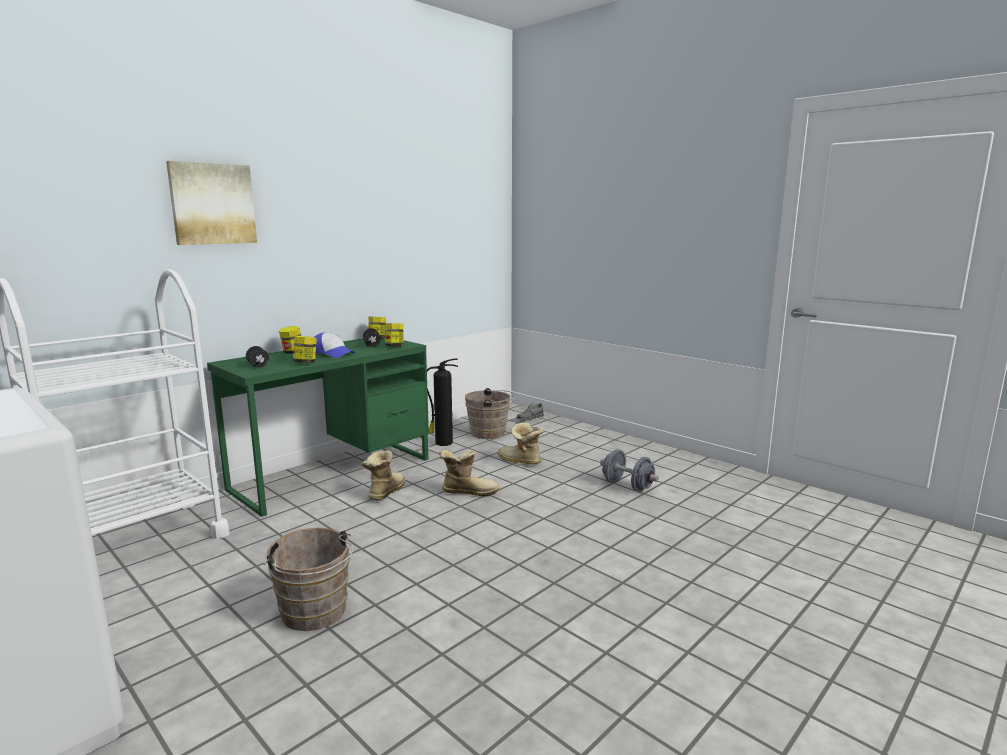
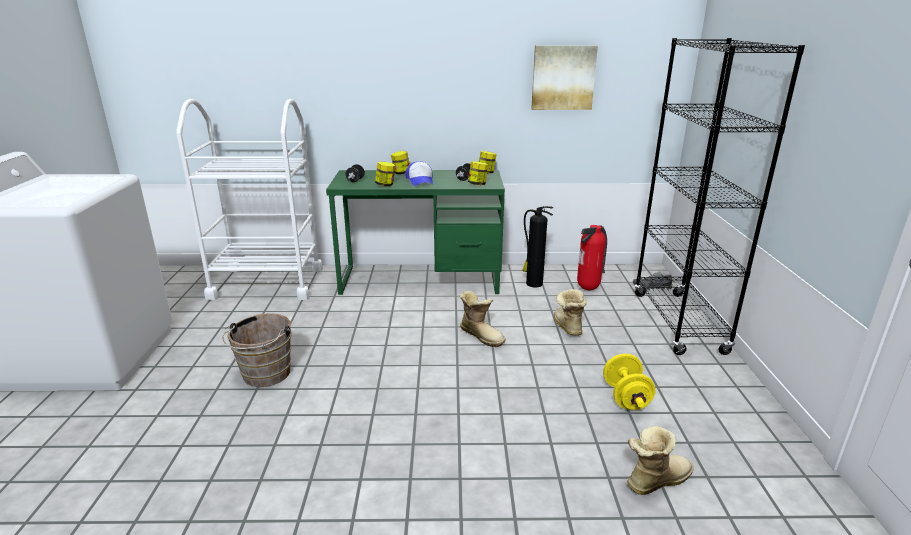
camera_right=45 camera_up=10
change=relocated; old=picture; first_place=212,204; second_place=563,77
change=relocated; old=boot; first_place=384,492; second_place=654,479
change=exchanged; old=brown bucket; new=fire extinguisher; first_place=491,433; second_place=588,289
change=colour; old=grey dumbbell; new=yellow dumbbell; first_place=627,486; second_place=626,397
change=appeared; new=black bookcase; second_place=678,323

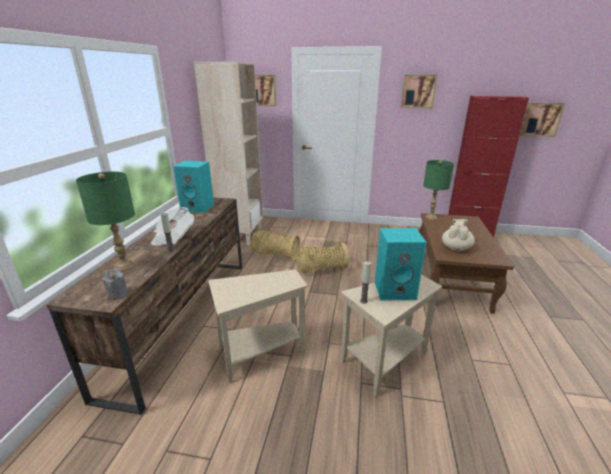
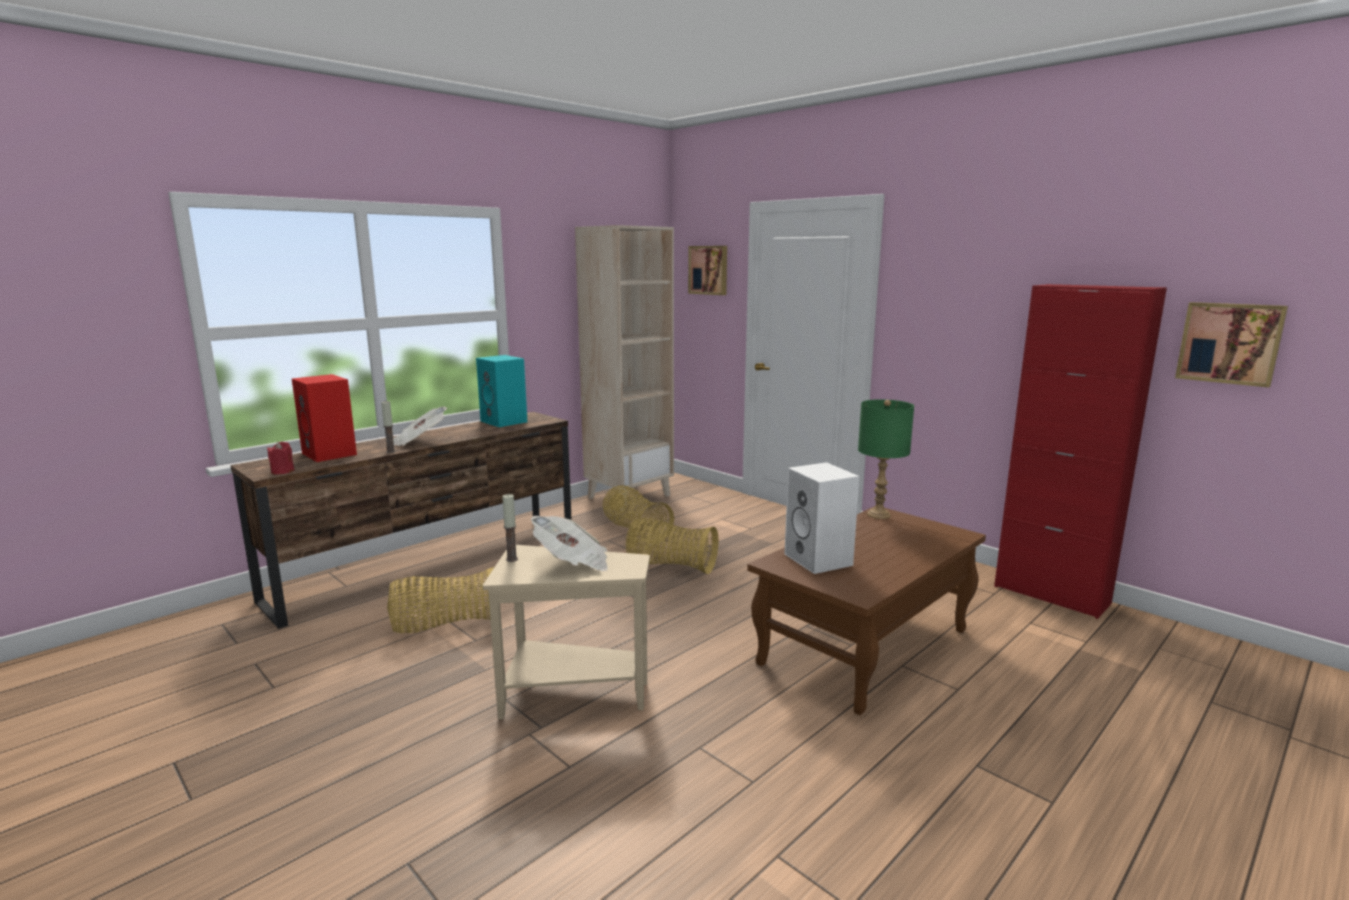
camera_right=35 camera_up=-10
change=exchanged; old=green table lamp; new=red speaker; first_place=124,266; second_place=331,454
change=colour; old=grey candle; new=red candle; first_place=118,294; second_place=282,471
change=exchanged; old=beige side table; new=basket; first_place=258,355; second_place=445,625
change=exchanged; old=turquoise speaker; new=newspaper; first_place=395,290; second_place=573,562
change=missing; old=picture; first_place=418,91
change=exchanged; old=beige teapot; new=white speaker; first_place=456,248; second_place=820,560

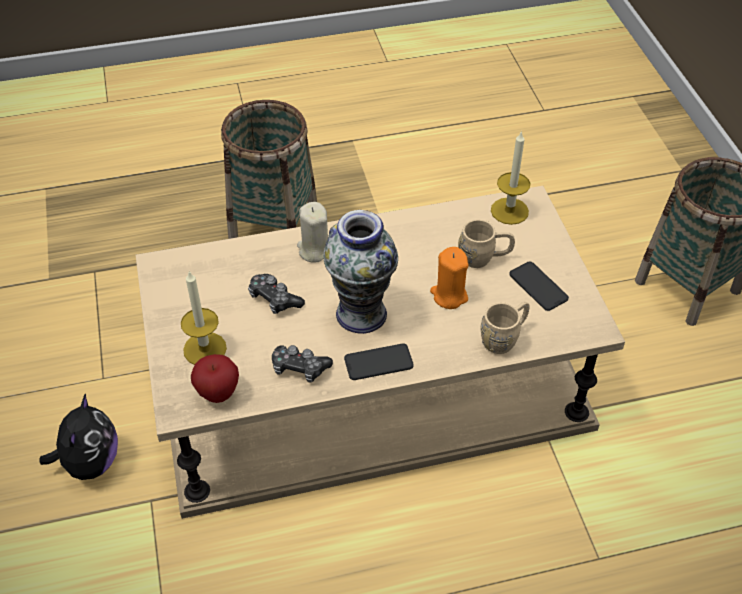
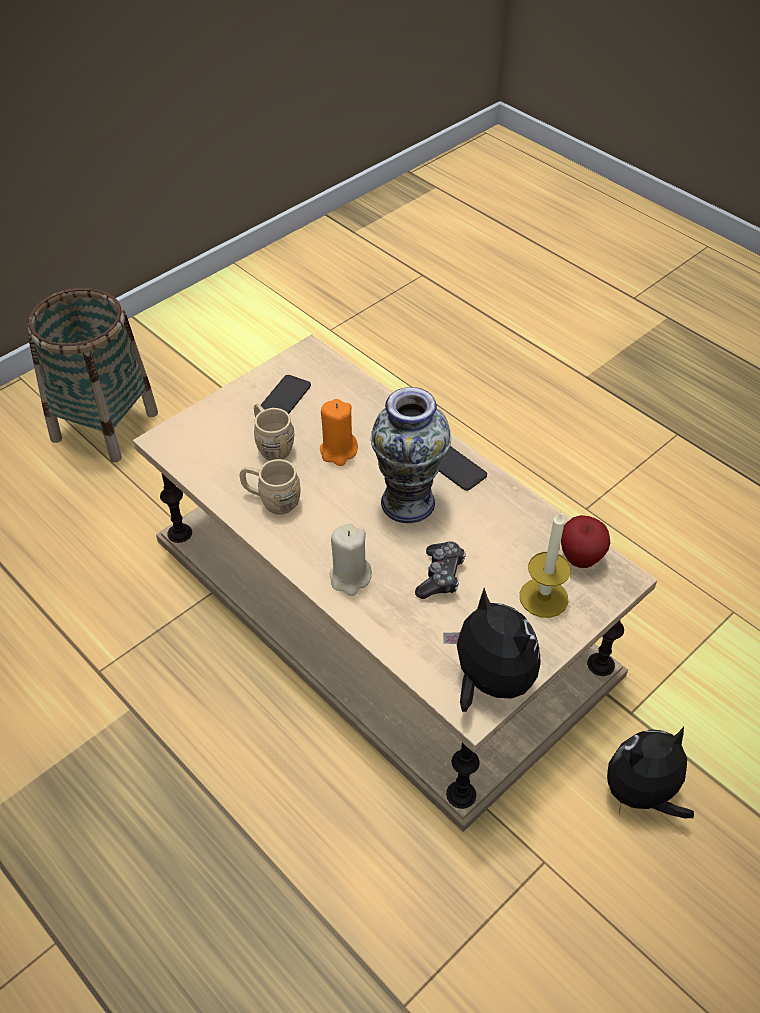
camera_right=-120 camera_up=0
change=missing; old=basket; first_place=273,226
change=missing; old=game controller; first_place=299,368
change=relocated; old=beige mug; first_place=504,338; second_place=271,500
change=missing; old=candle; first_place=509,211
change=appeared; new=plush toy; second_place=489,681

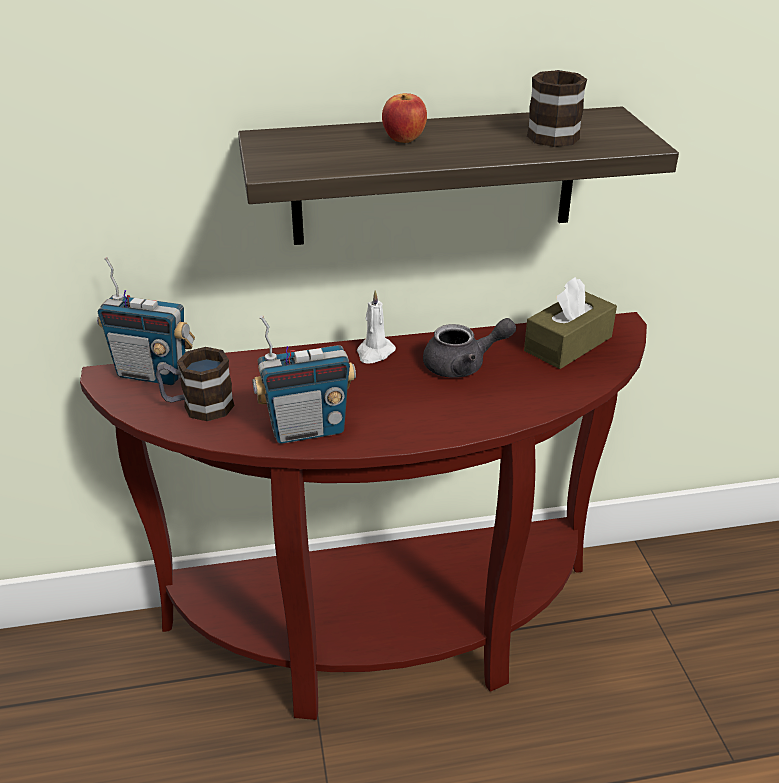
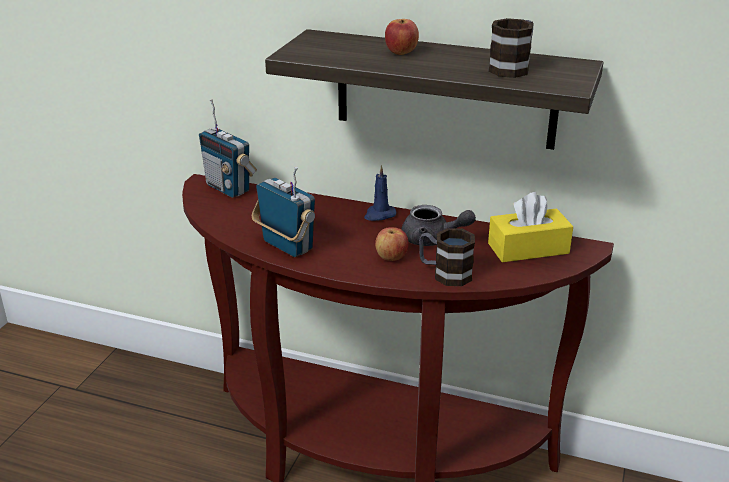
camera_right=30 camera_up=-5
change=relocated; old=mug; first_place=198,406; second_place=445,273
change=spun; old=radio; first_place=307,429; second_place=286,246; degrees=-150
change=colour; old=white candle; new=blue candle; first_place=374,353; second_place=379,215
change=colour; old=brown tissue box; new=yellow tissue box; first_place=568,344; second_place=528,248
change=appeared; new=apple; second_place=391,257

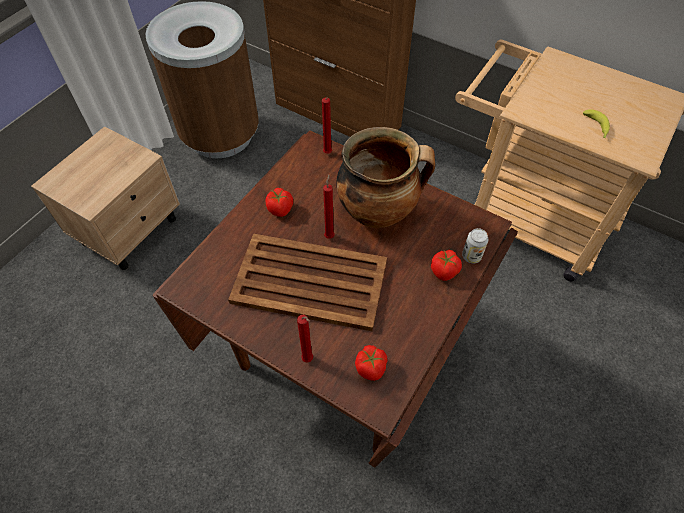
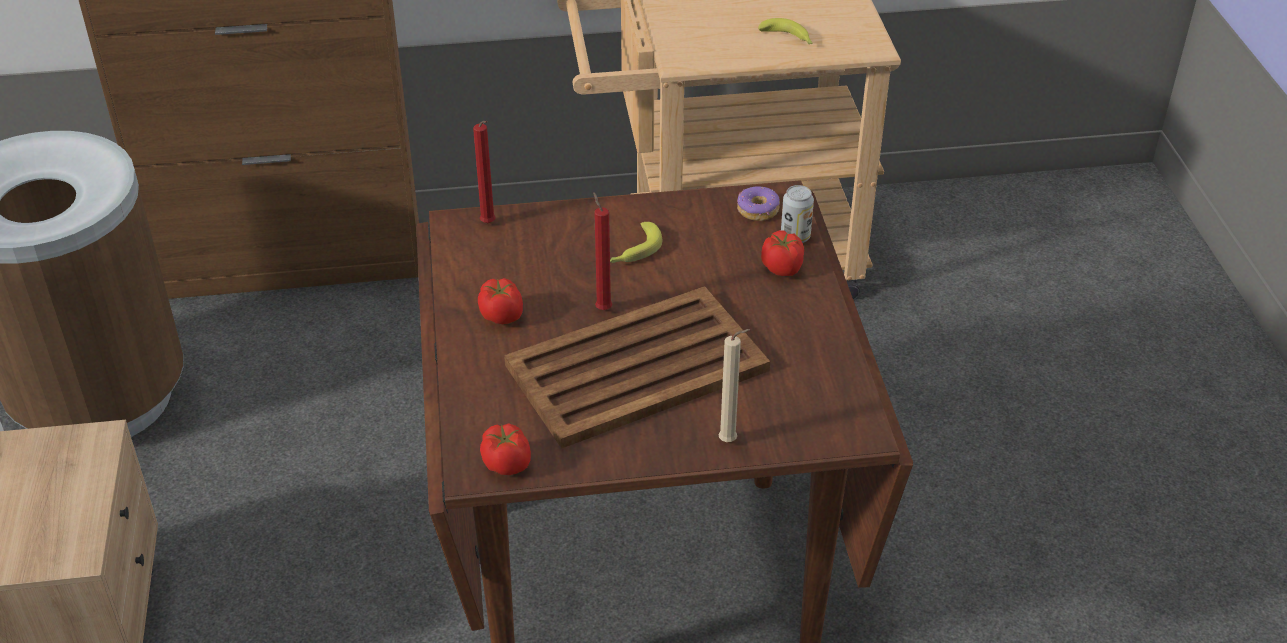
camera_right=-40 camera_up=-15
change=colour; old=red candle; new=beige candle; first_place=308,360; second_place=730,441
change=exchanged; old=cooking pot; new=banana; first_place=379,212; second_place=634,251
change=relocated; old=tomato; first_place=371,368; second_place=507,464
change=appeared; new=donut; second_place=758,210

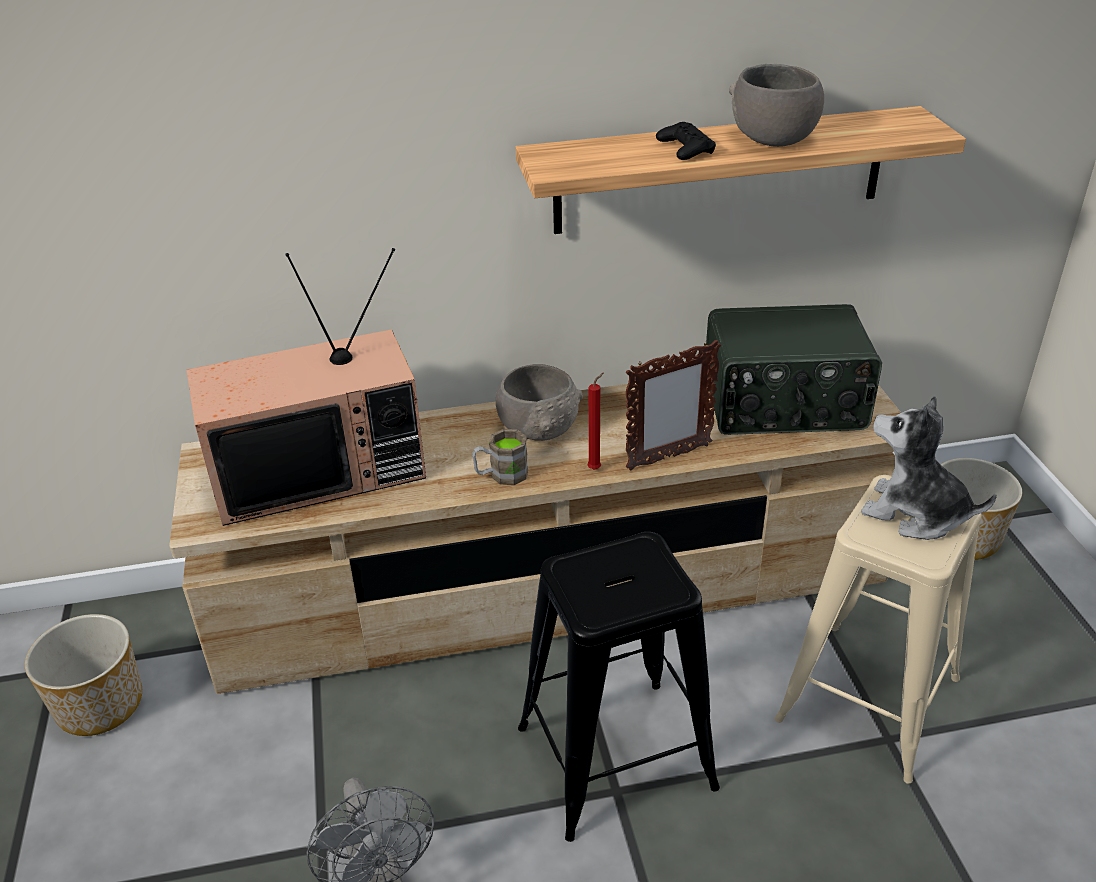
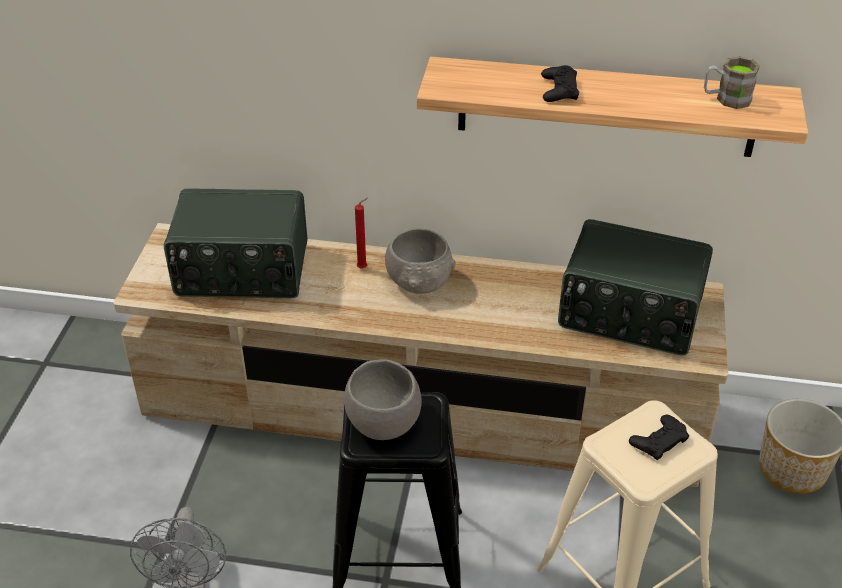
camera_right=20 camera_up=5
change=missing; old=planter; first_place=101,705
change=exchanged; old=television; new=radio; first_place=320,470; second_place=242,271
change=relocated; old=brown mug; first_place=501,475; second_place=726,99
change=relocated; old=red candle; first_place=596,468; second_place=363,268
change=missing; old=picture frame; first_place=668,457
change=relocated; old=grey bowl; first_place=772,138; second_place=382,421
change=exchanged; old=plush toy; new=black game controller; first_place=914,513; second_place=659,441

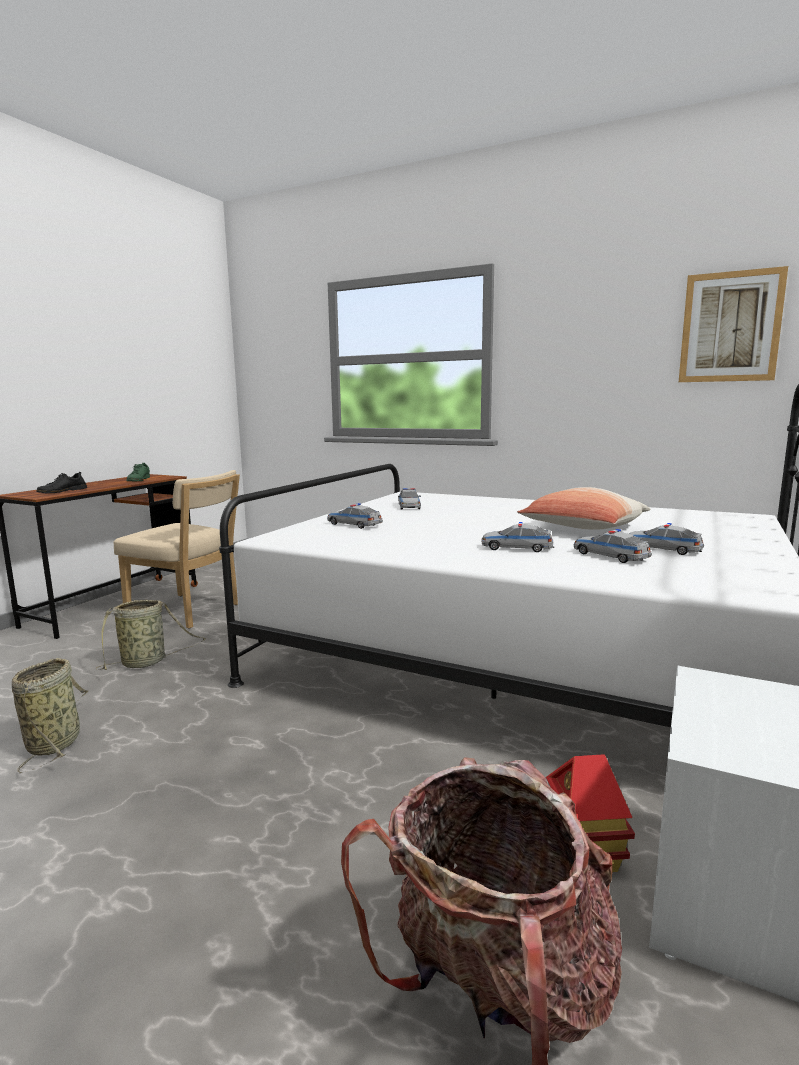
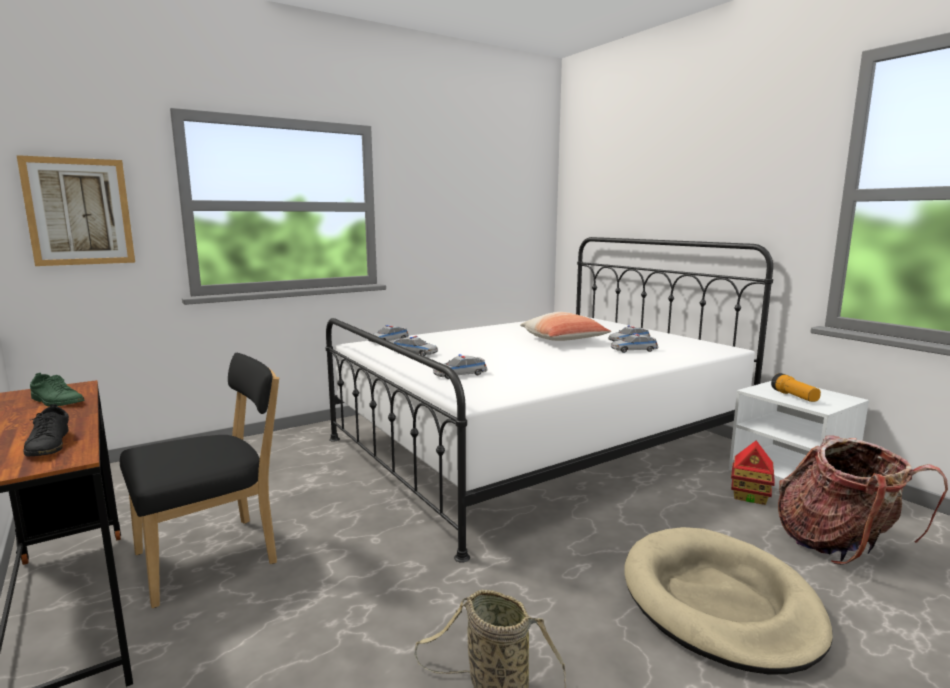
camera_right=-60 camera_up=0
change=missing; old=basket; first_place=147,662
change=colour; old=beige chair; new=black chair; first_place=188,612; second_place=214,556
change=relocated; old=toy car; first_place=517,548; second_place=388,341
change=relocated; old=picture; first_place=730,327; second_place=79,212
change=appeared; new=beige dog bed; second_place=719,602
change=appeared; new=flashlight; second_place=794,397

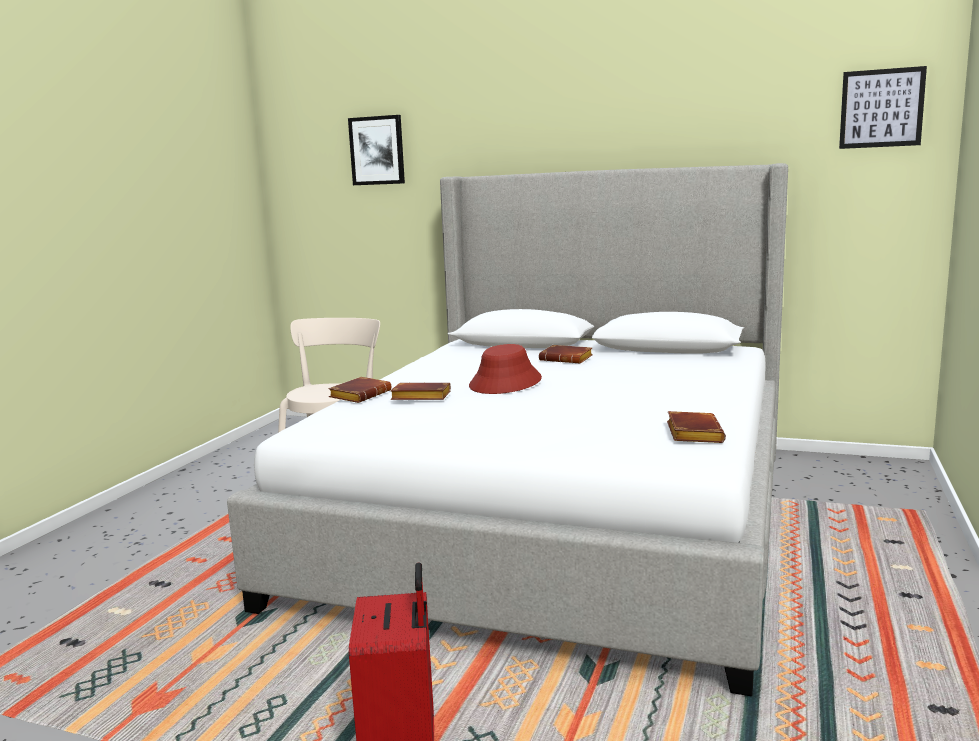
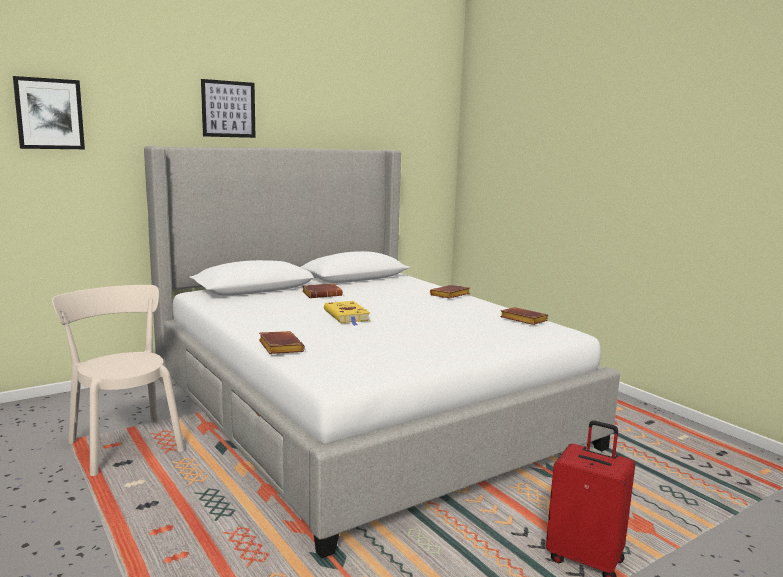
camera_right=-55 camera_up=0
change=relocated; old=brown book; first_place=419,397; second_place=450,295
change=exchanged; old=red hat; new=yellow book; first_place=506,383; second_place=347,316
change=relocated; old=picture; first_place=881,108; second_place=228,109

